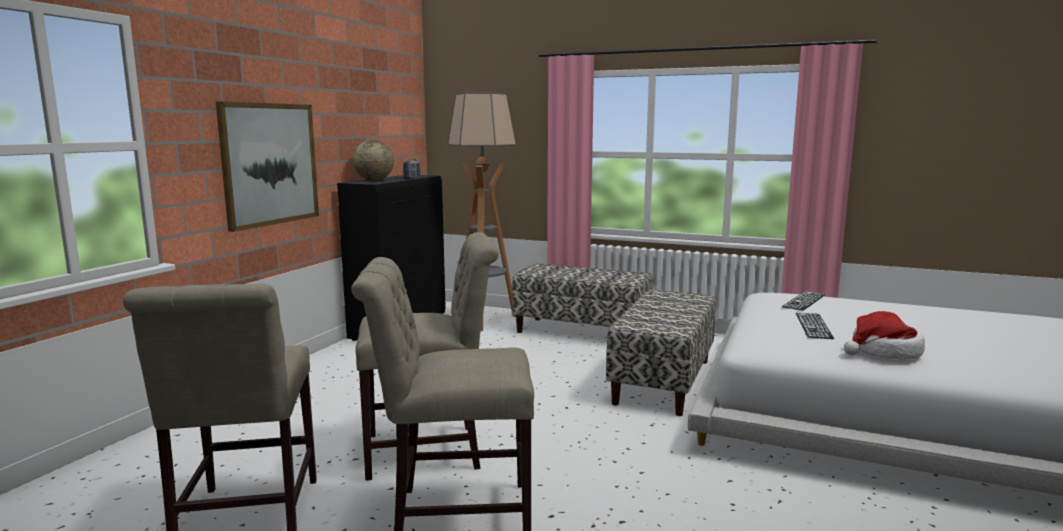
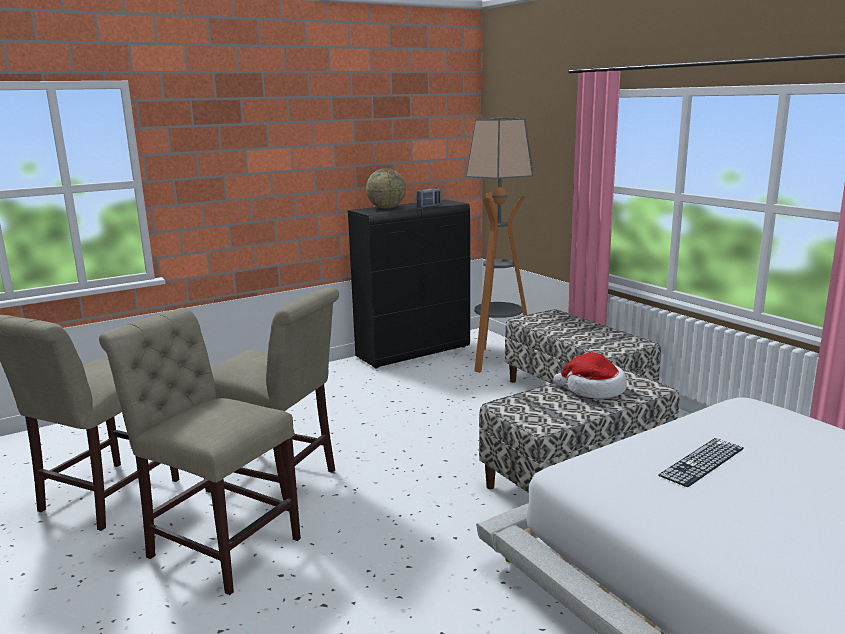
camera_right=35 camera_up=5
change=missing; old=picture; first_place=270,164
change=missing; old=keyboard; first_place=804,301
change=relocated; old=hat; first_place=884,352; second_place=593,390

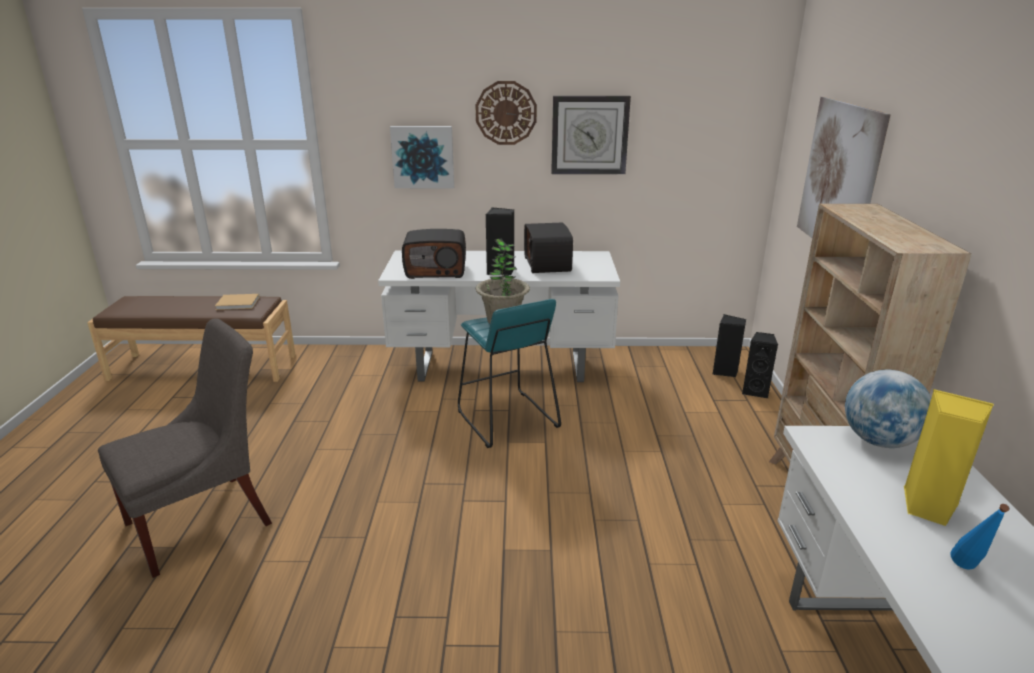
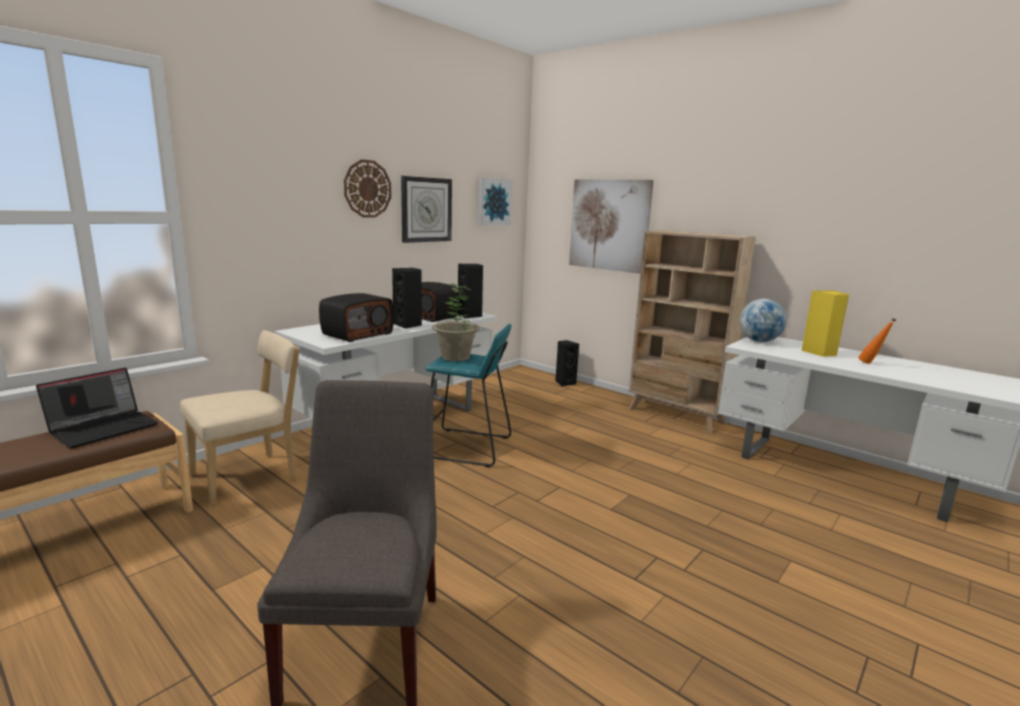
camera_right=-50 camera_up=-10
change=exchanged; old=beige book; new=laptop; first_place=239,303; second_place=104,428
change=relocated; old=picture; first_place=423,157; second_place=493,202
change=relocated; old=black speaker; first_place=725,371; second_place=470,316
change=colour; old=blue bottle; new=orange bottle; first_place=966,571; second_place=871,364
change=appeared; new=beige chair; second_place=249,476

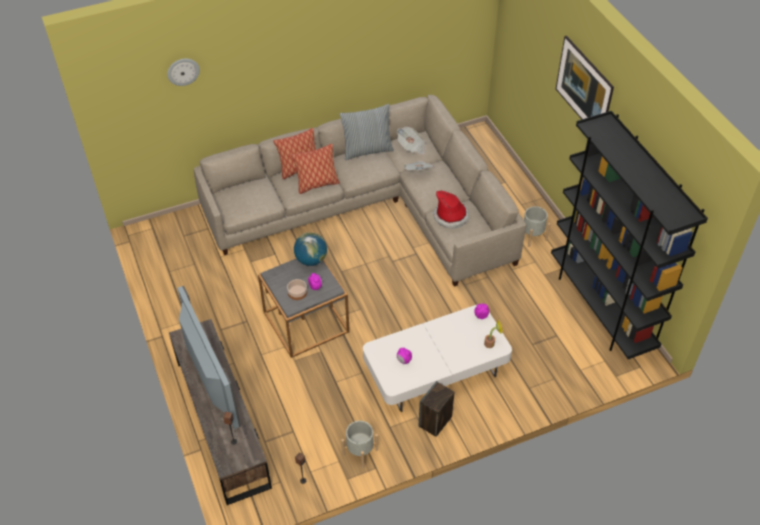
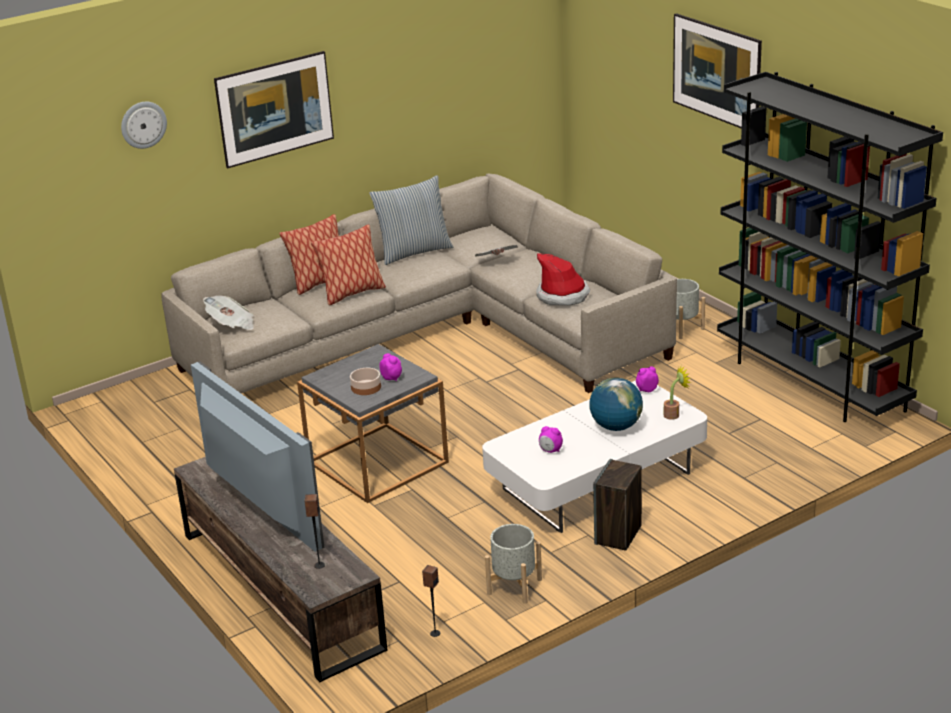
camera_right=-10 camera_up=-20
change=relocated; old=globe; first_place=311,260; second_place=616,427
change=relocated; old=newspaper; first_place=411,147; second_place=232,325
change=appeared; new=picture; second_place=277,130

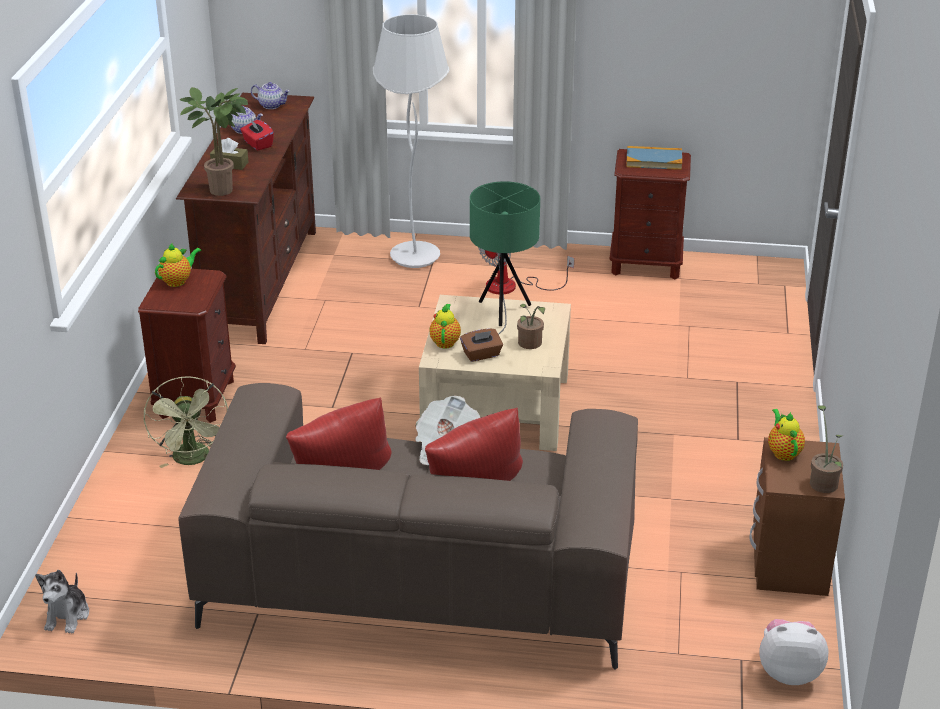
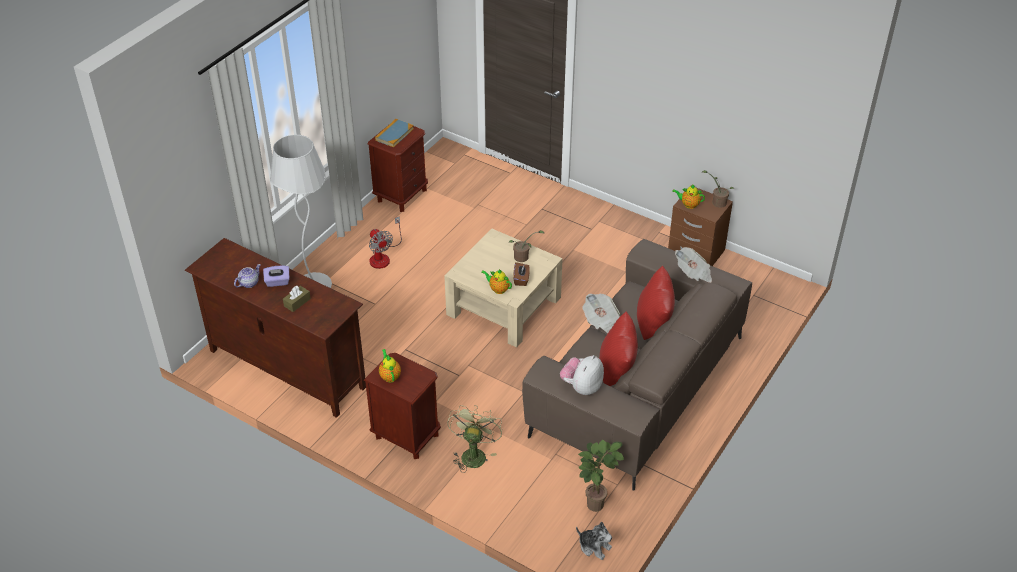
camera_right=-65 camera_up=10
change=spun; old=green fan; first_place=193,460; second_place=473,453; degrees=-90
change=relocated; old=potted plant; first_place=225,189; second_place=595,502
change=colour; old=red tissue box; new=purple tissue box; first_place=257,144; second_place=277,282
change=missing; old=teapot; first_place=272,105
change=missing; old=green table lamp; first_place=502,313
change=relocated; old=plush toy; first_place=789,672; second_place=582,387
change=appeared; new=newspaper; second_place=693,273

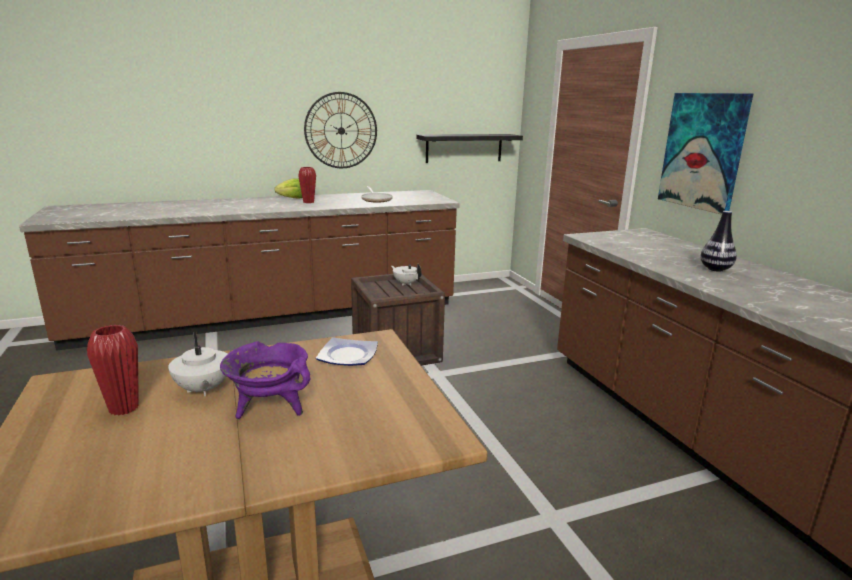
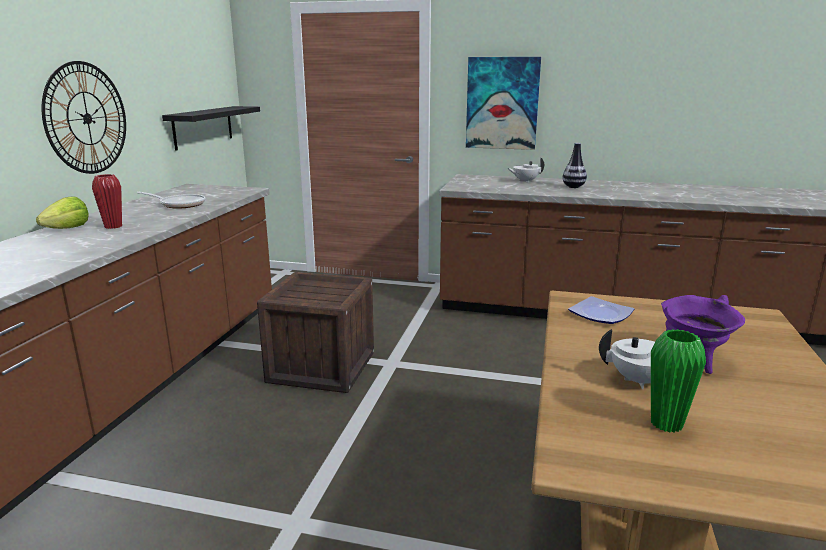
camera_right=-55 camera_up=0
change=colour; old=red vase; new=green vase; first_place=124,408; second_place=666,424
change=relocated; old=white teapot; first_place=406,283; second_place=525,181

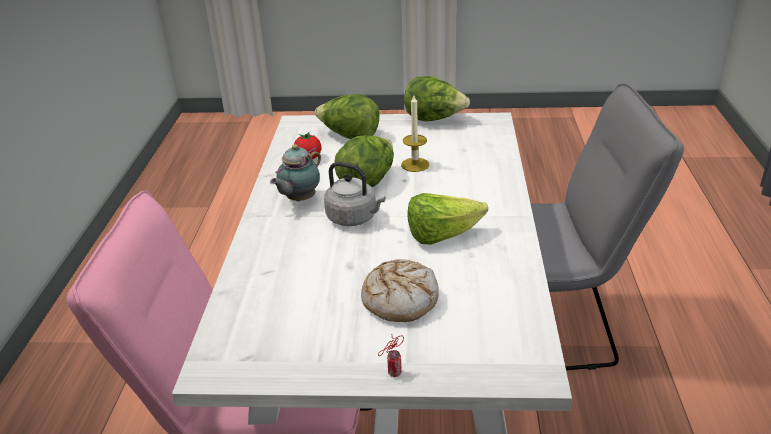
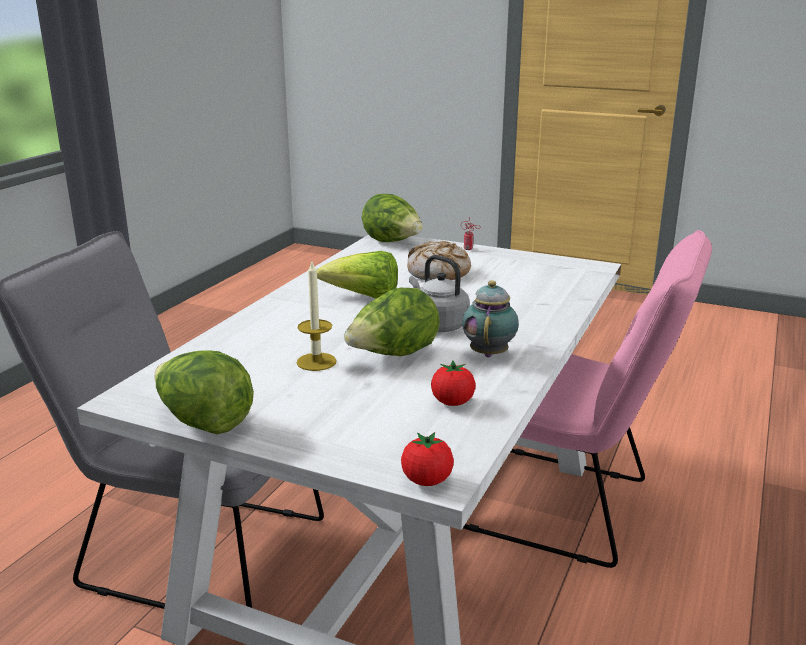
camera_right=-160 camera_up=-10
change=spun; old=teapot; first_place=299,199; second_place=489,353; degrees=-45
change=relocated; old=lettuce; first_place=349,136; second_place=392,242
change=appeared; new=tomato; second_place=427,481

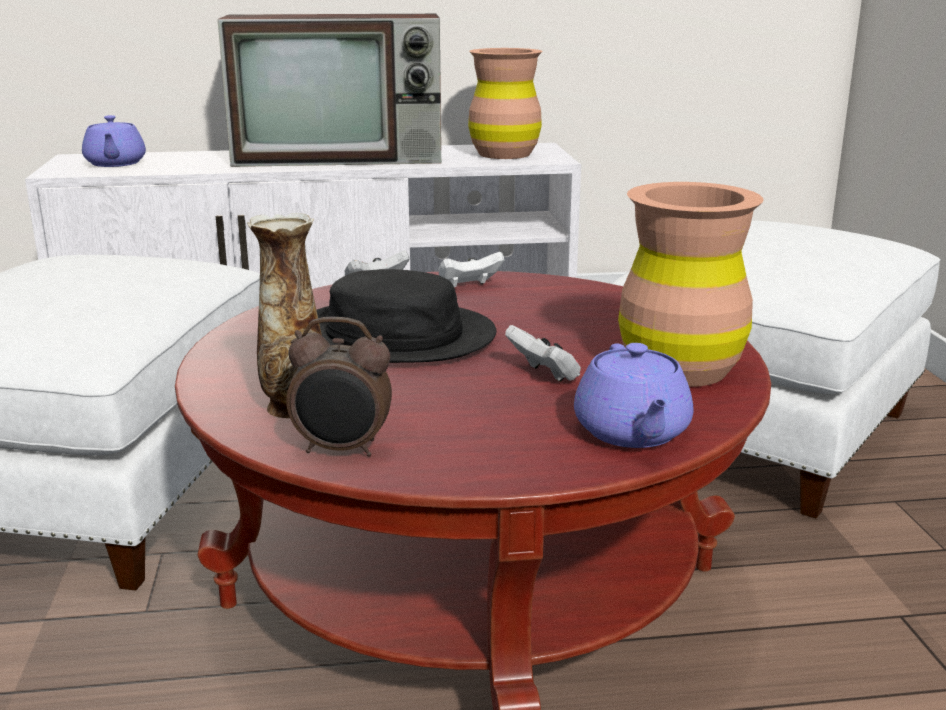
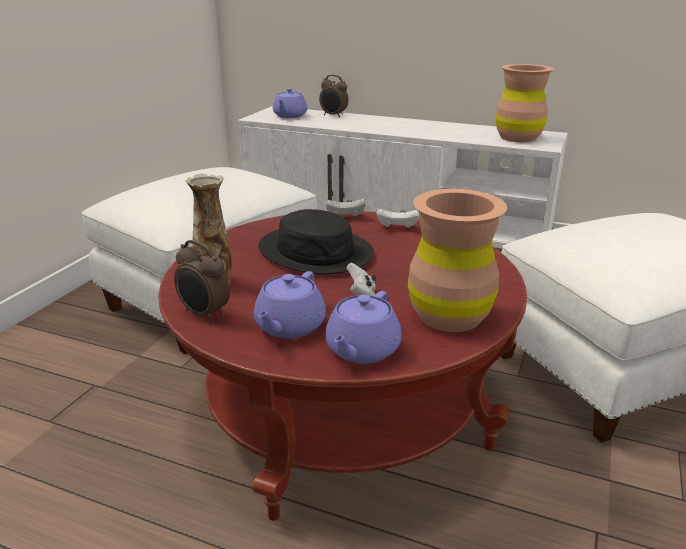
camera_right=30 camera_up=5
change=missing; old=television; first_place=342,157
change=appeared; new=purple teapot; second_place=289,326
change=appeared; new=alarm clock; second_place=333,115

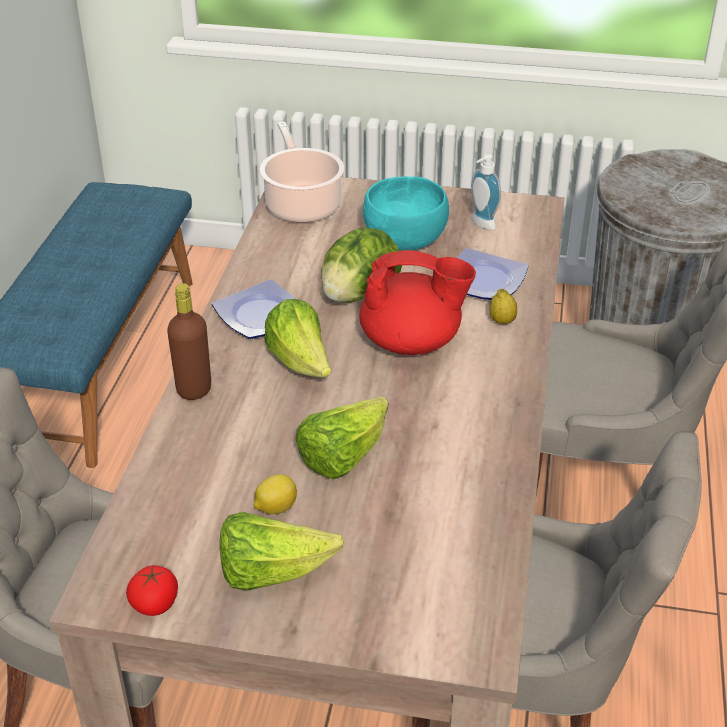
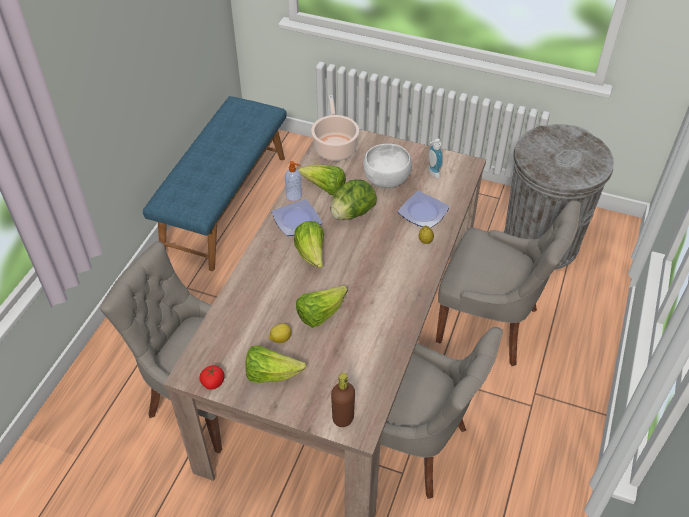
camera_right=10 camera_up=10
change=relocated; old=brown bottle; first_place=194,389; second_place=343,418
change=missing; old=red teapot; first_place=412,342
change=colour; old=turquoise bowl; new=white bowl; first_place=406,240; second_place=387,179
change=appeared; new=soap dispenser; second_place=294,195
change=appeared; new=lettuce; second_place=325,189

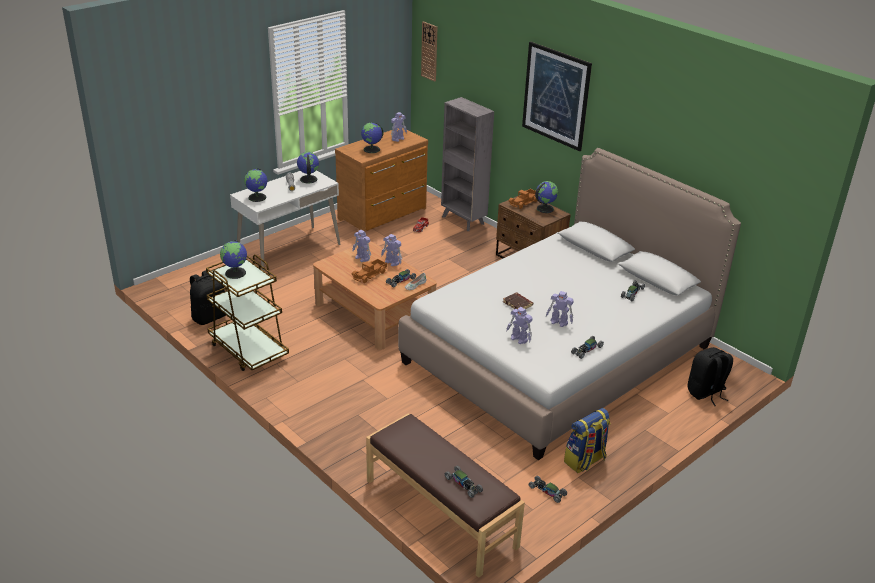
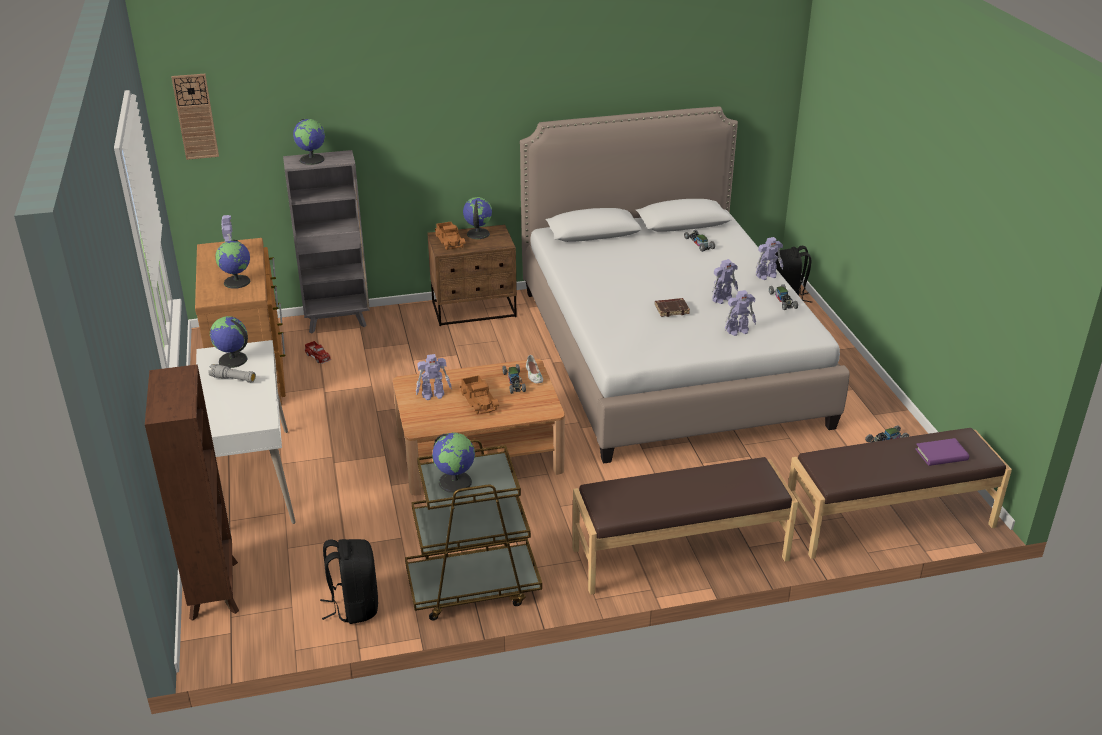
camera_right=-60 camera_up=0
change=relocated; old=globe; first_place=257,197; second_place=312,159
change=relocated; old=toy robot; first_place=392,262; second_place=767,275
change=exchanged; old=toy car; new=purple book; first_place=463,484; second_place=941,455
change=missing; old=picture; first_place=556,96
change=missing; old=backpack; first_place=585,461
change=appeared; new=brown bookcase; second_place=214,588
change=appeared; new=brown bench; second_place=680,555

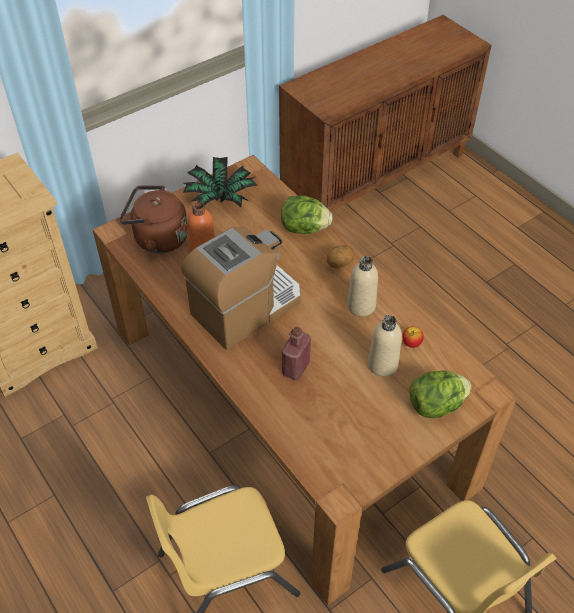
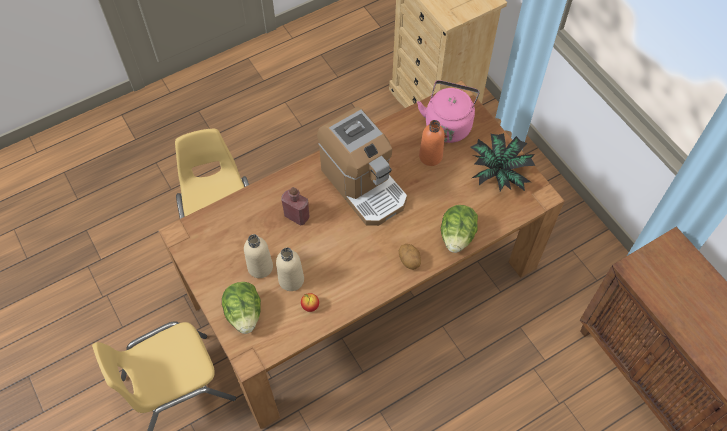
camera_right=95 camera_up=10
change=colour; old=brown kettle; new=pink kettle; first_place=157,238; second_place=448,124
change=relocated; old=beige bottle; first_place=361,306; second_place=260,267

